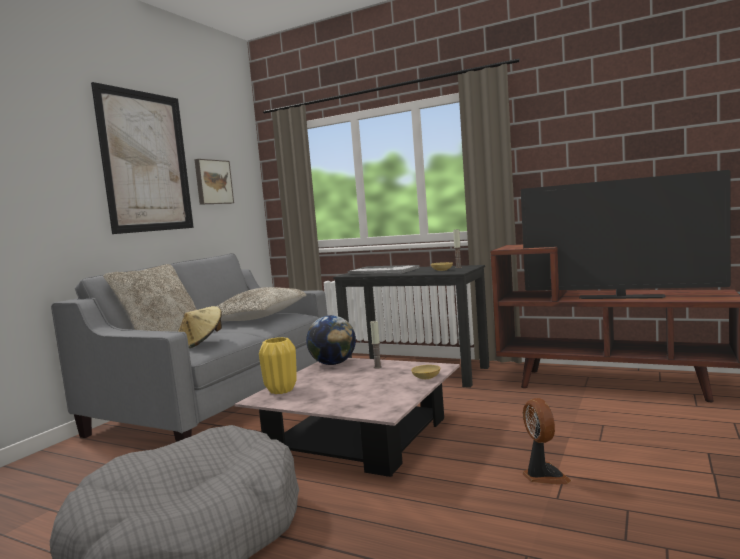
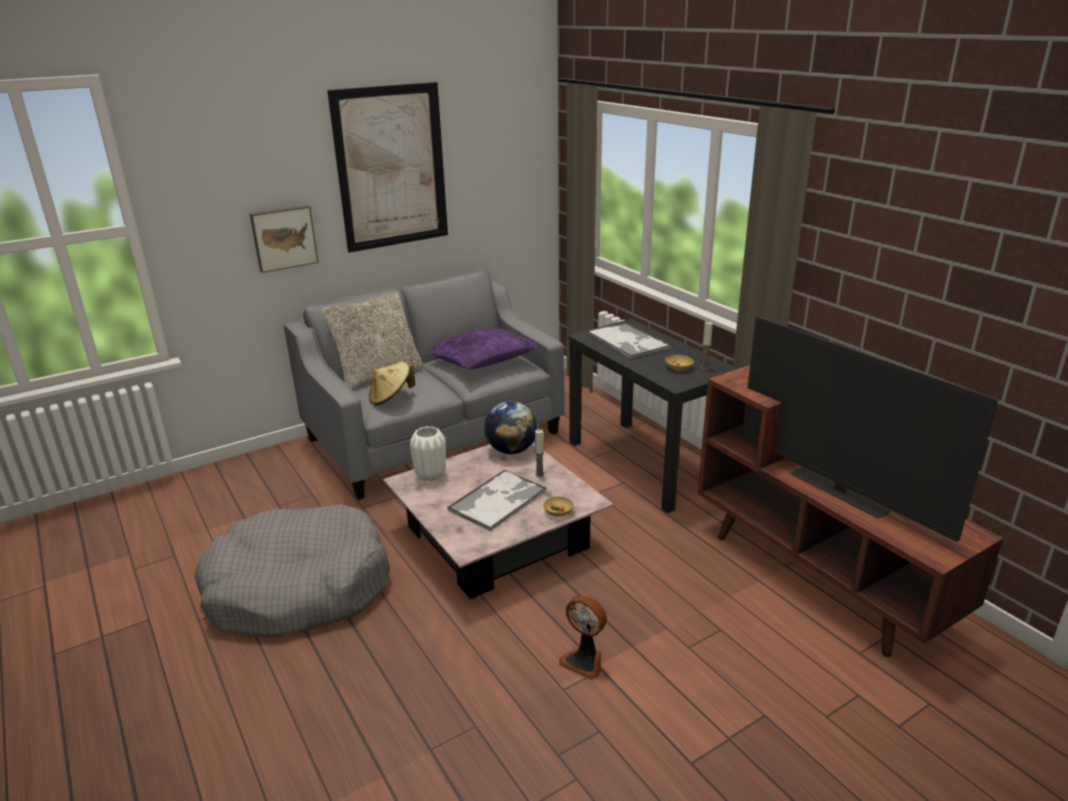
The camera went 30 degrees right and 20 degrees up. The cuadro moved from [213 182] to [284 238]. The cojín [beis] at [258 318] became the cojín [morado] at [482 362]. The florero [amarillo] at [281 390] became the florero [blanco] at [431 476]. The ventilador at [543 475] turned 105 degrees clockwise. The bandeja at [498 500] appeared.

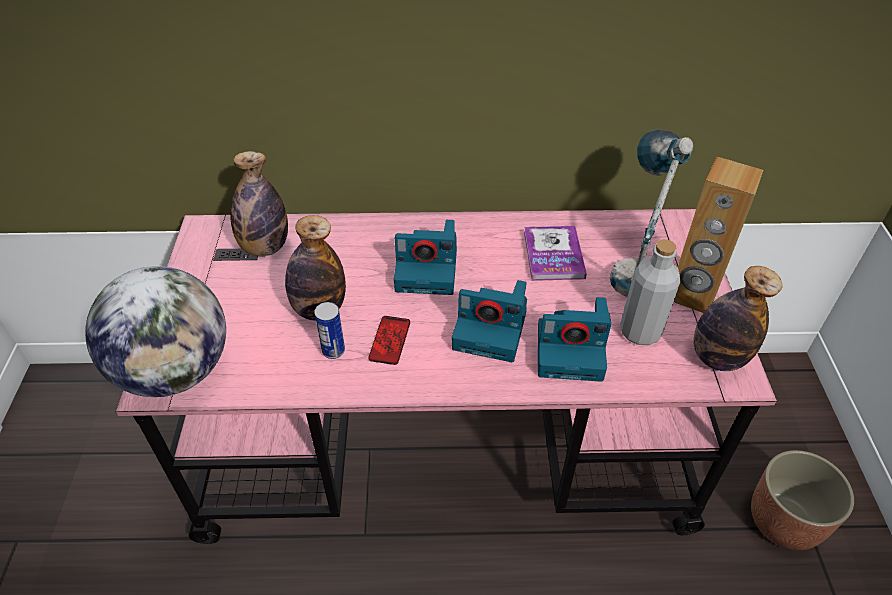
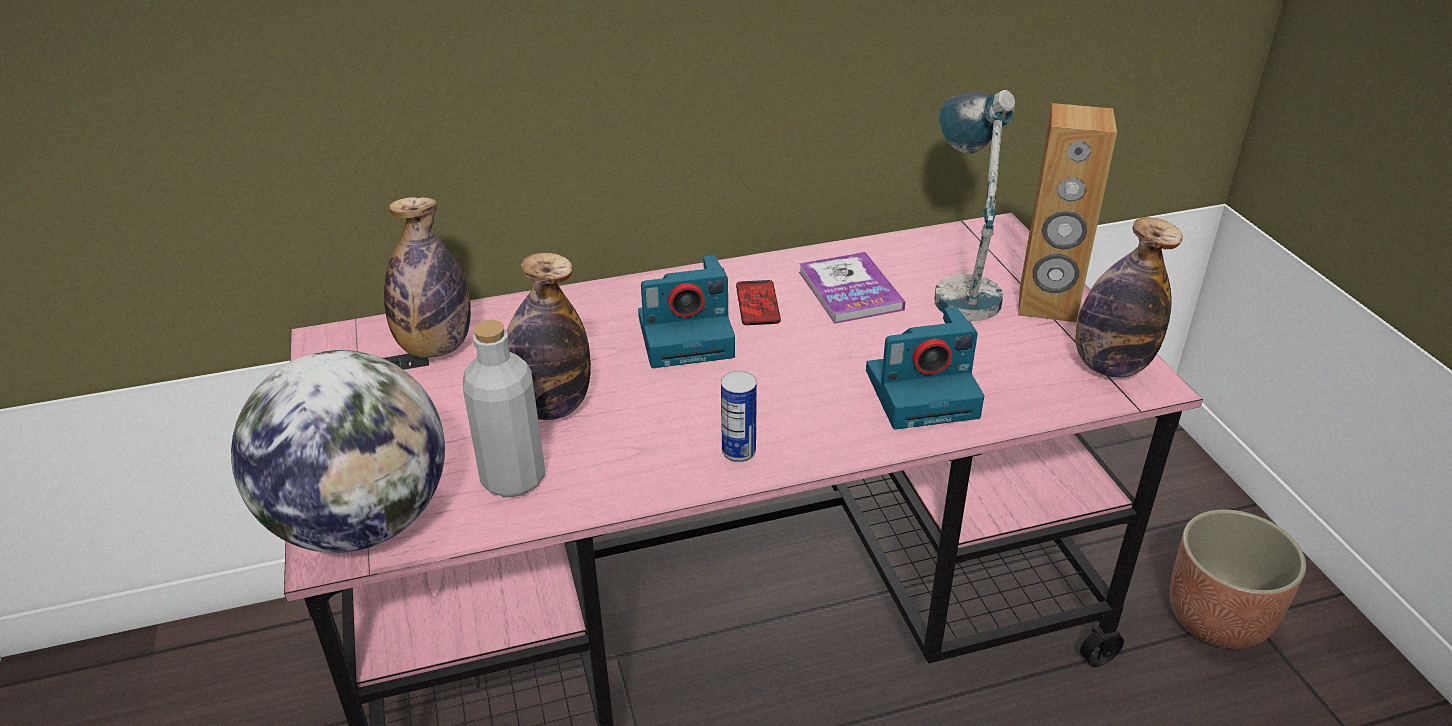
The camera went 15 degrees left and 10 degrees down. The lata moved from [333 351] to [738 452]. The móvil moved from [389 340] to [757 304]. The cámara at [492 330] disappeared. The botella [gris] moved from [640 332] to [513 478].

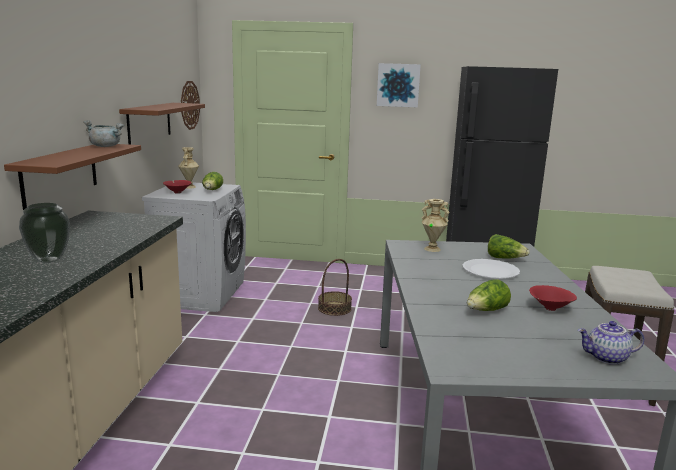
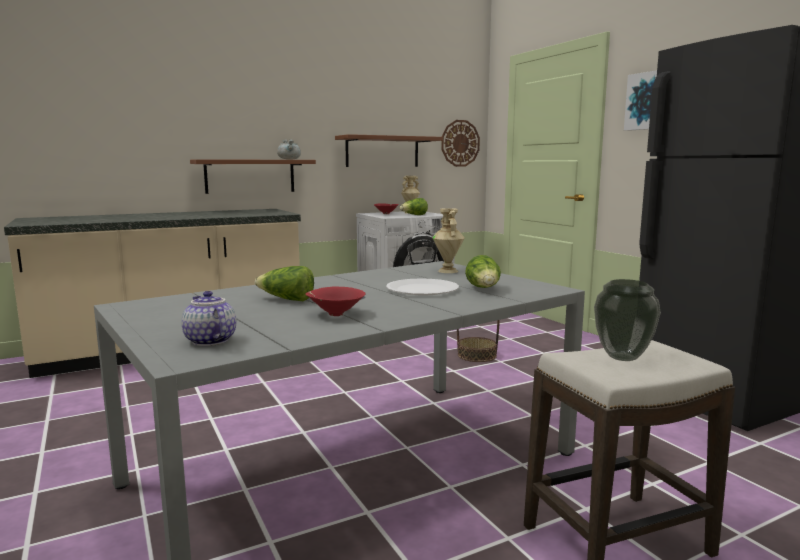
The camera went 55 degrees right and 5 degrees down. The florero moved from [48 259] to [622 357].

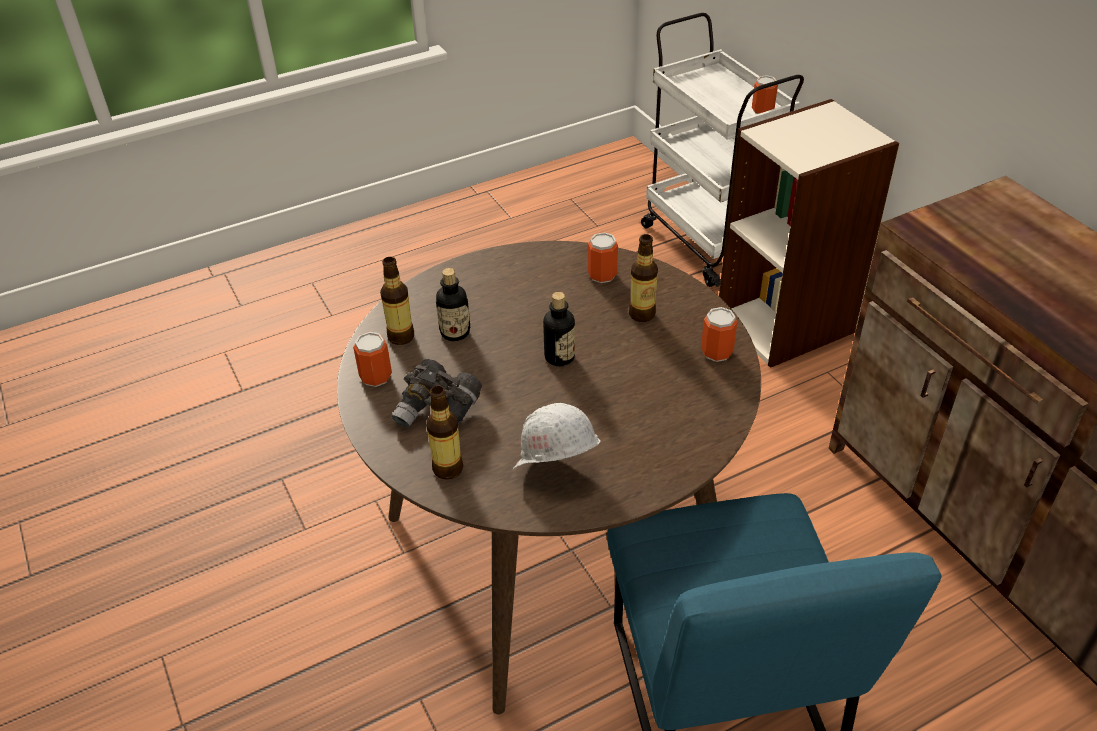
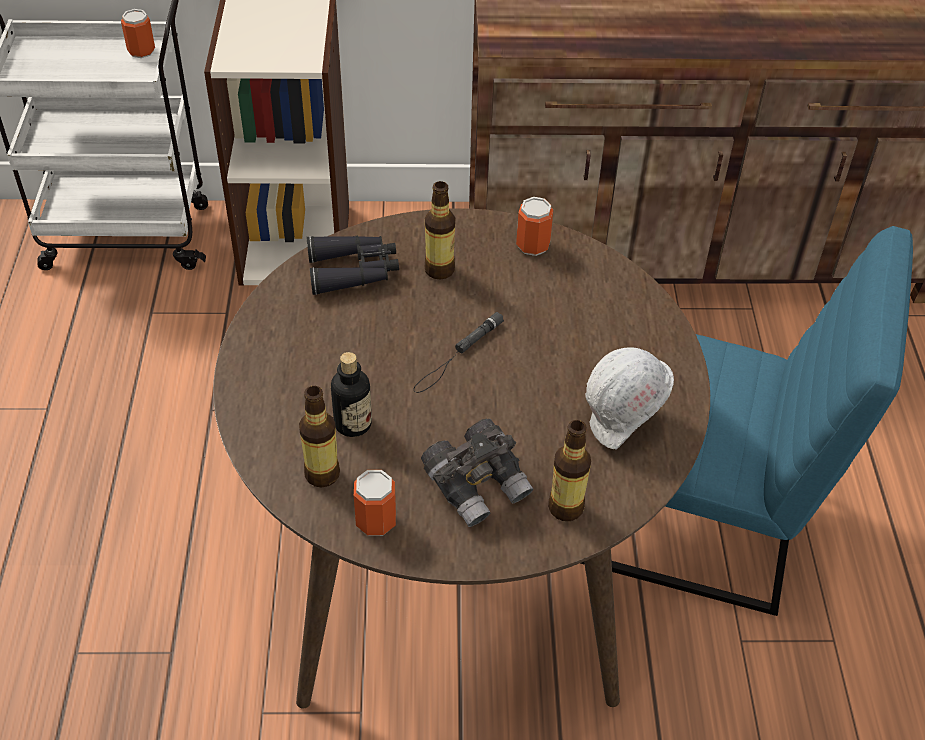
The camera went 65 degrees left and 5 degrees up. The botella at [559 357] was replaced by the linterna [negro] at [458 355]. The lata at [602 275] was replaced by the prismáticos [negro] at [354 271].

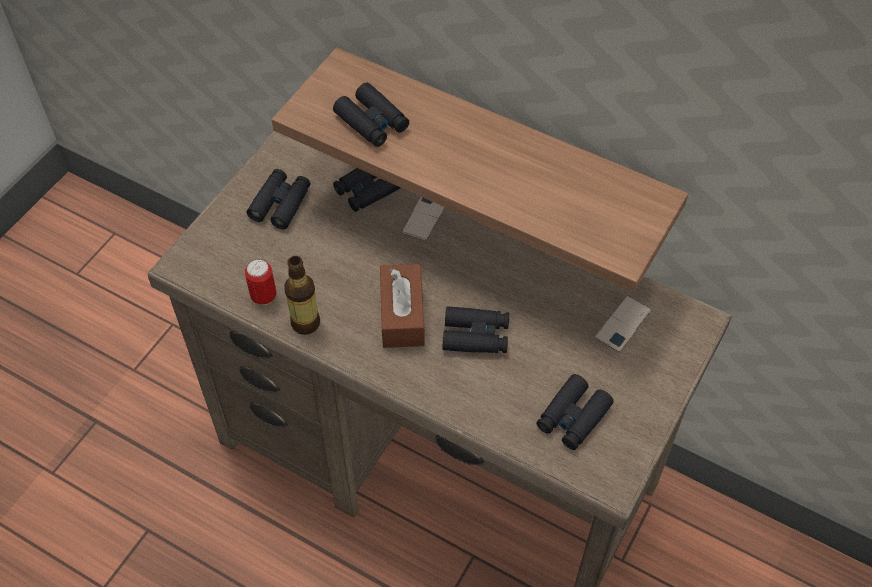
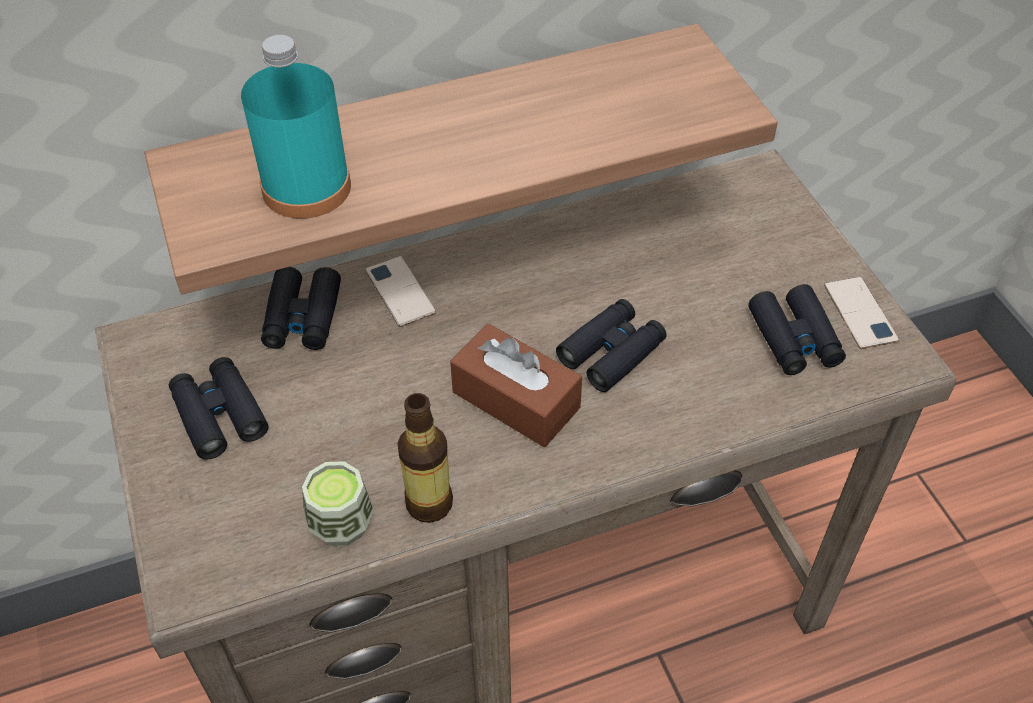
The camera went 50 degrees left and 5 degrees down. The lata at [263 296] was replaced by the taza at [341 523]. The prismáticos [negro] at [372 122] was replaced by the botella [turquesa] at [306 187]. The móvil moved from [623 324] to [860 313].

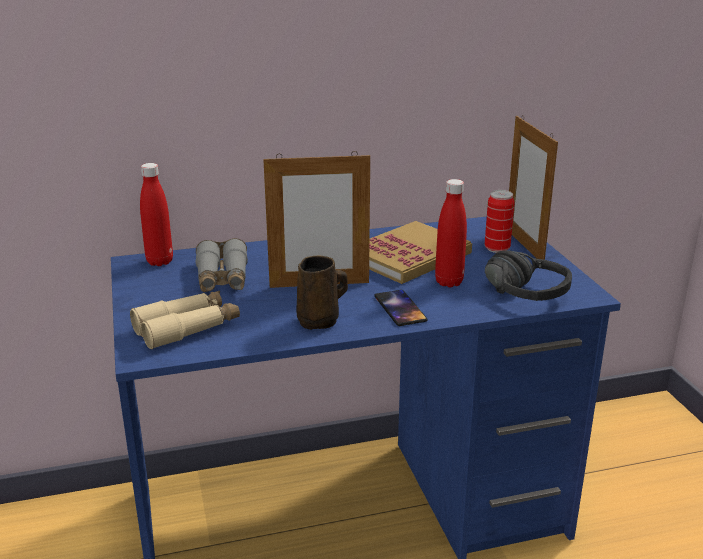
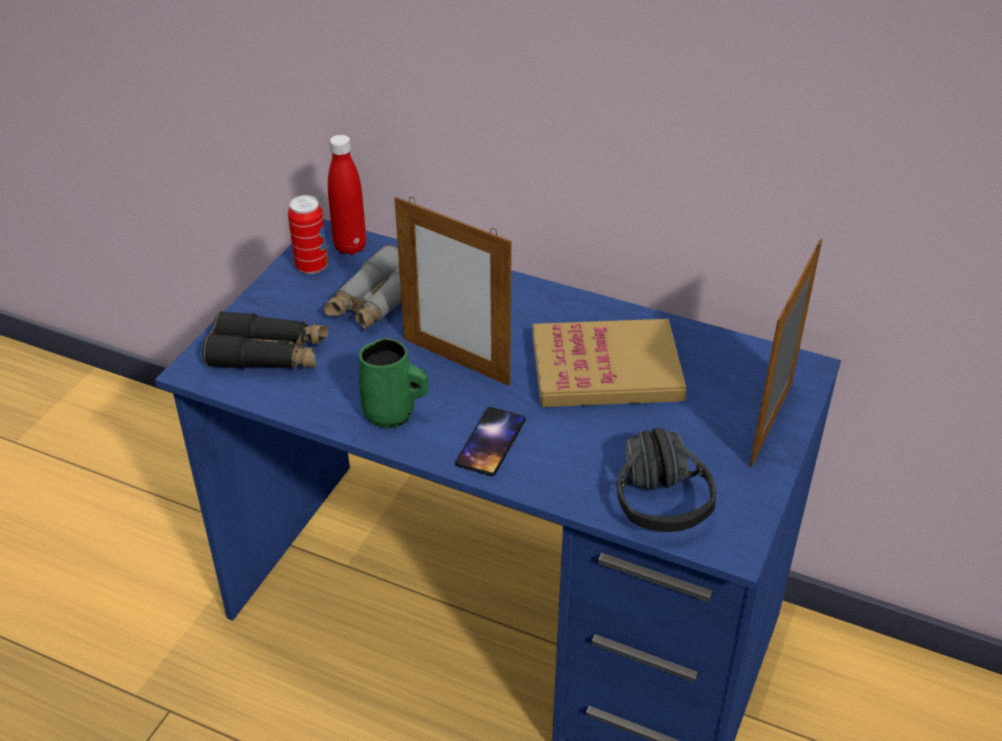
The camera went 40 degrees right and 15 degrees up. The prismáticos [beis] at [187 328] became the prismáticos [negro] at [269 355]. The taza grande [marrón] at [320 321] became the taza grande [verde] at [392 414]. The botella [rojo] at [449 282] disappeared. The lata moved from [497 249] to [311 266].

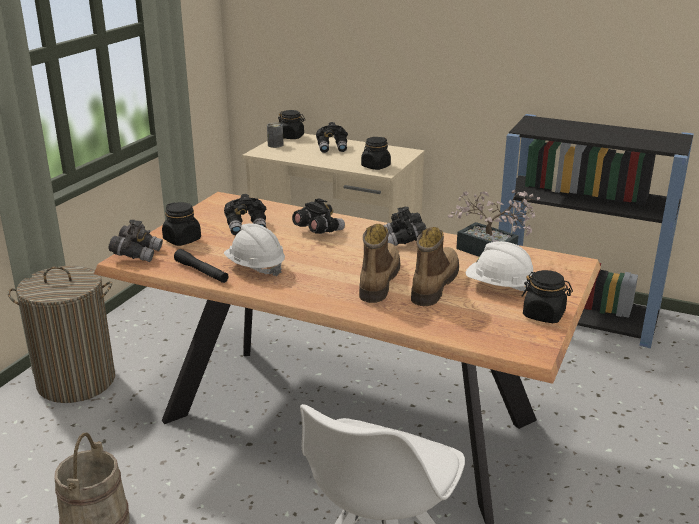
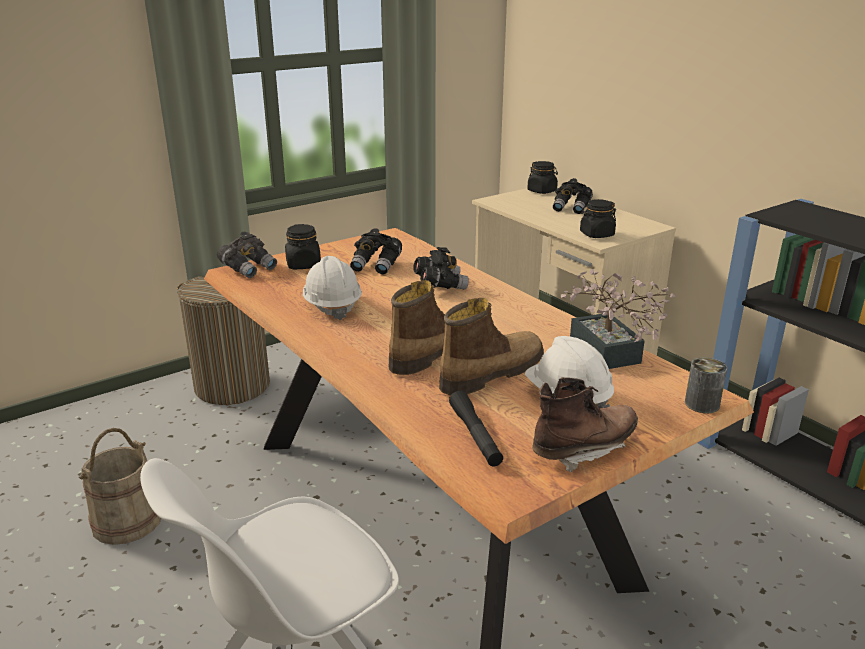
The camera went 30 degrees right and 0 degrees up. The linterna [negro] moved from [201 272] to [475 436]. The lata moved from [275 145] to [702 404]. The prismáticos [negro] at [404 241] disappeared. The tarro [negro] at [544 315] was replaced by the bota [marrón] at [583 449].

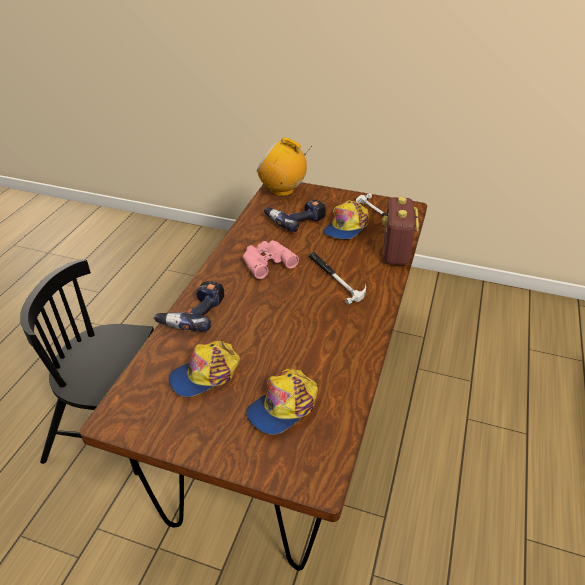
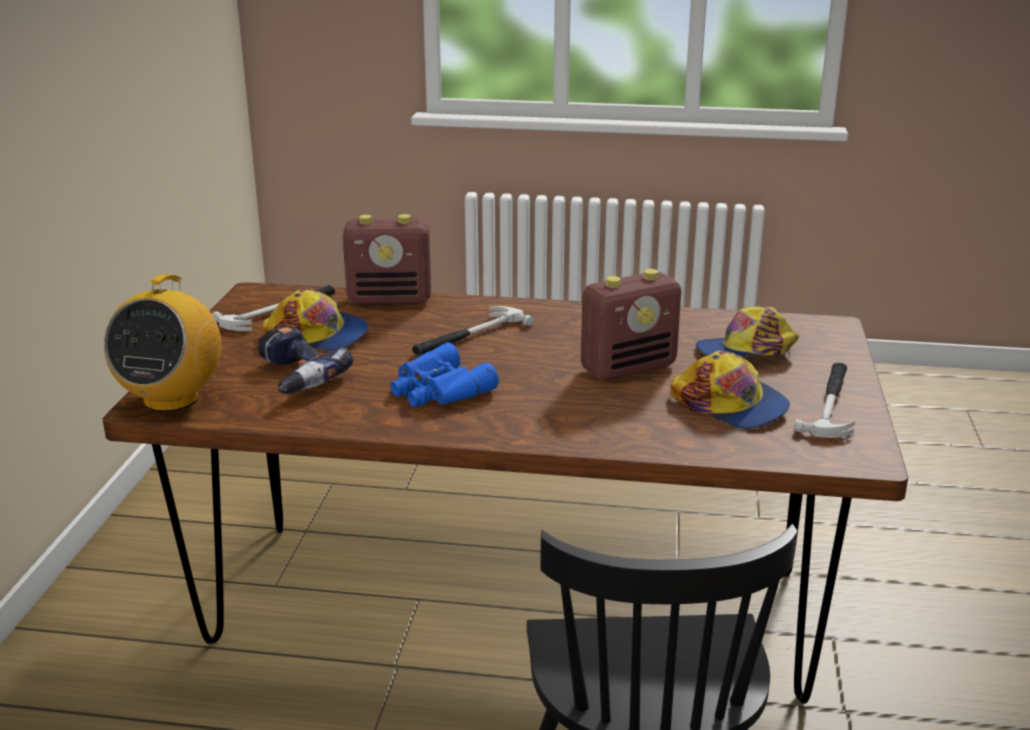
The camera went 100 degrees left and 15 degrees down. The taladro at [193 314] disappeared. The prismáticos [rosa] at [266 261] became the prismáticos [azul] at [438 390]. The gorra at [283 406] turned 135 degrees clockwise. The radio at [629 368] appeared. The martillo at [831 403] appeared.

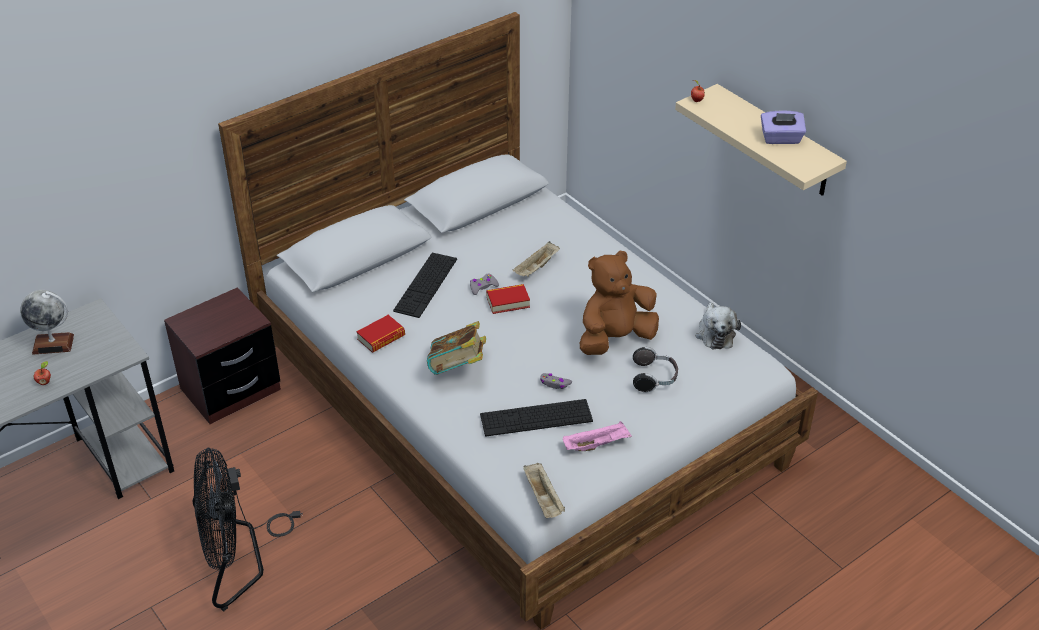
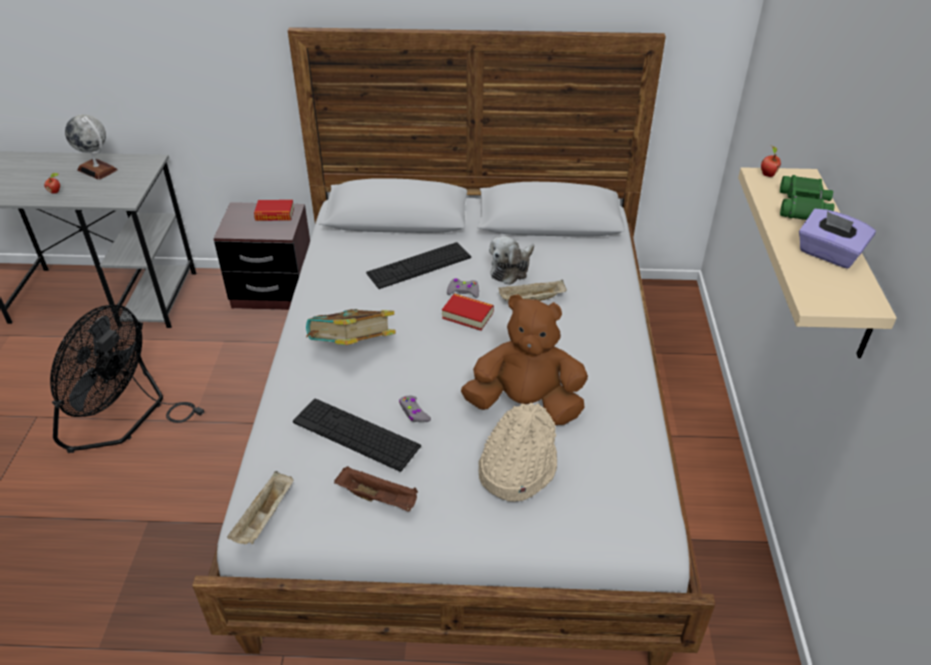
The camera went 40 degrees right and 0 degrees up. The libro moved from [381 337] to [275 214]. The bandeja [rosa] at [596 444] became the bandeja [marrón] at [379 498]. The auriculares at [654 378] was replaced by the sombrero [beis] at [516 467]. The peluche moved from [715 333] to [511 269]. The prismáticos [verde] at [803 207] appeared.

